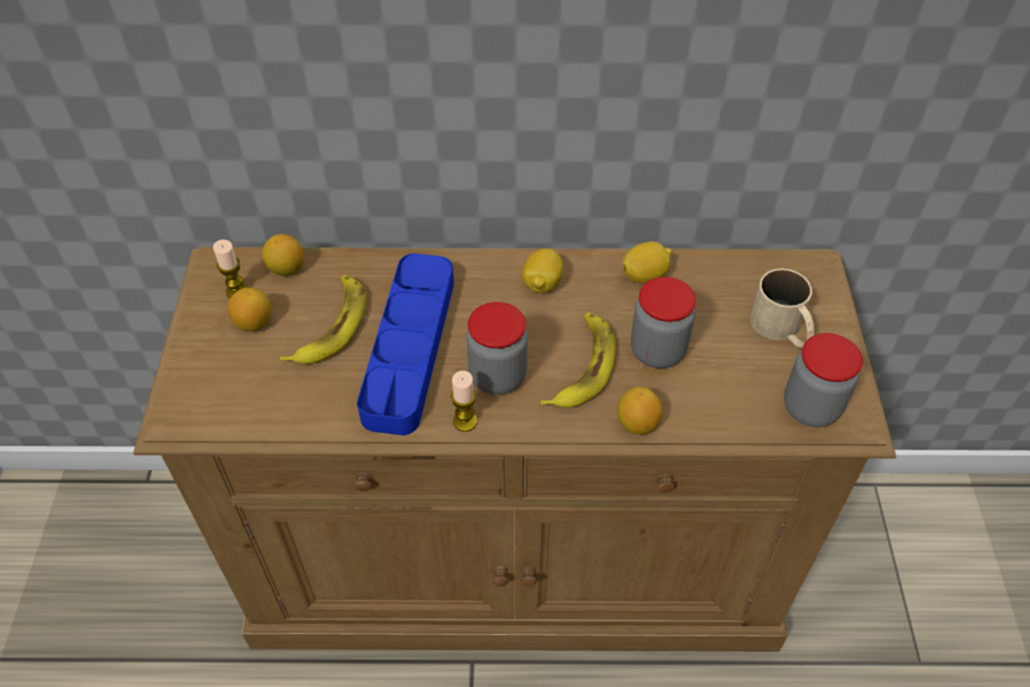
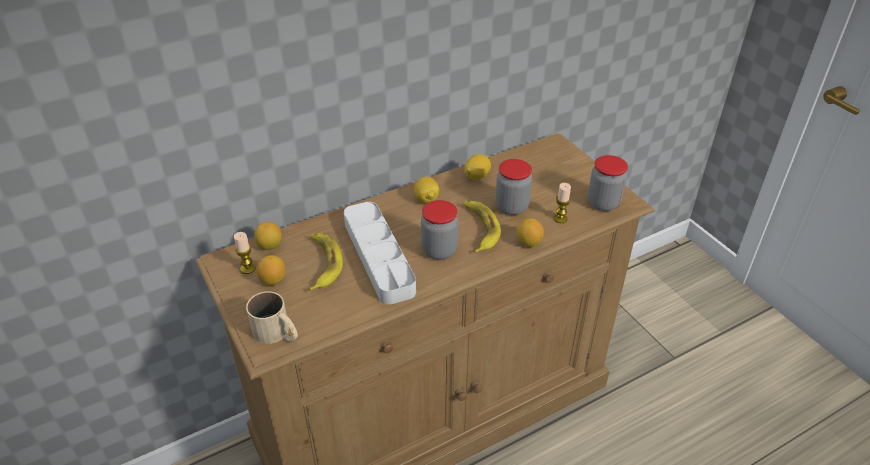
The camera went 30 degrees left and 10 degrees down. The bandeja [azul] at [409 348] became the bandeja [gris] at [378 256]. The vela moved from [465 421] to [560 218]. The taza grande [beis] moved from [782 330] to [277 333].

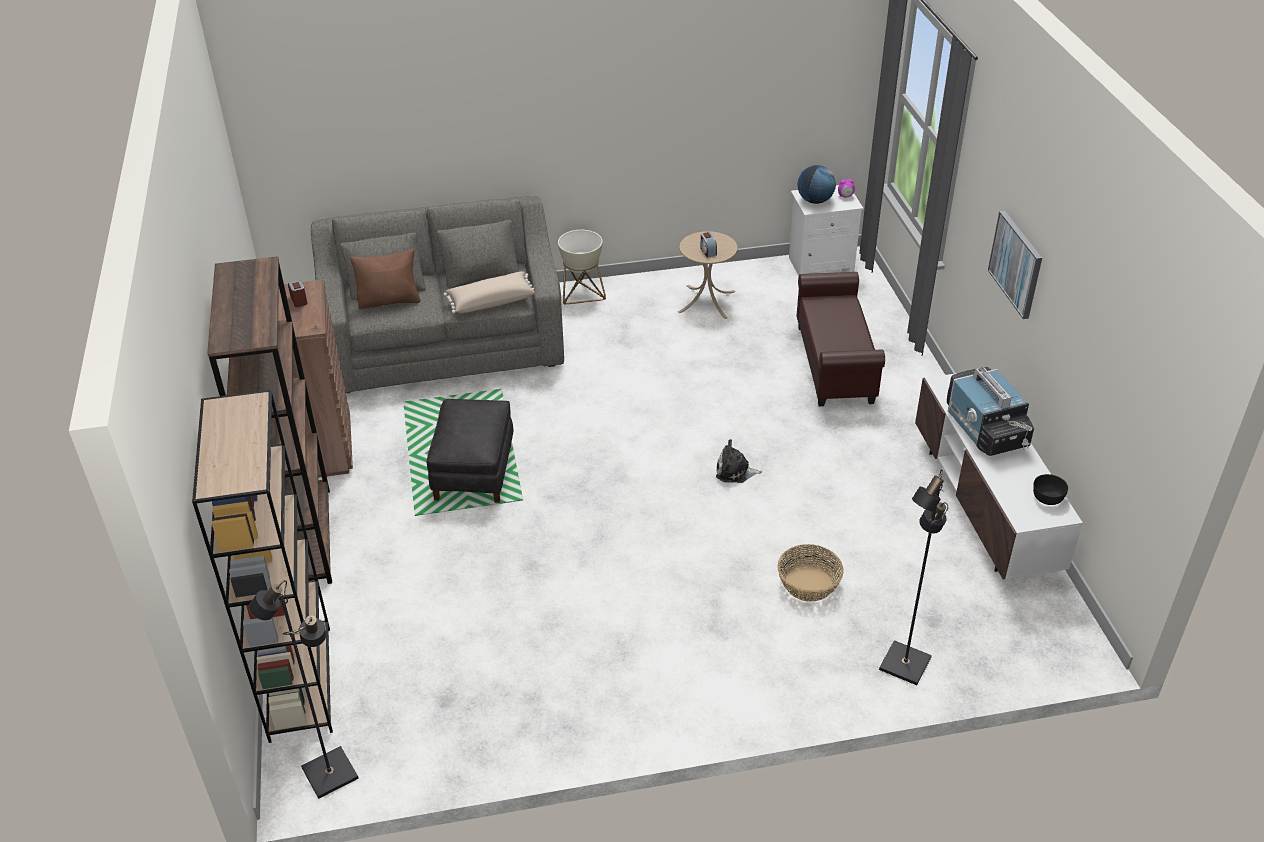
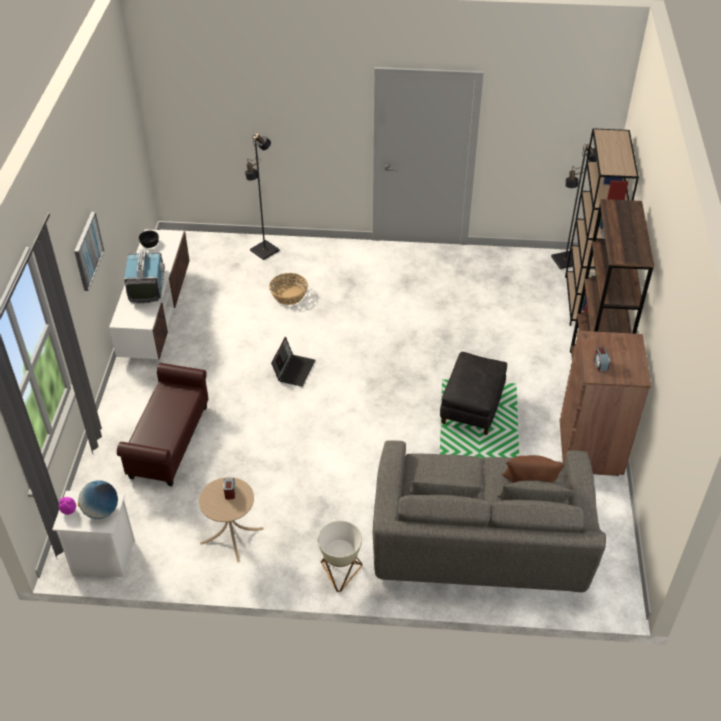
The camera went 165 degrees left and 5 degrees up. The cojín [beis] at [491 301] disappeared. The peluche at [735 471] was replaced by the portátil at [294 370].

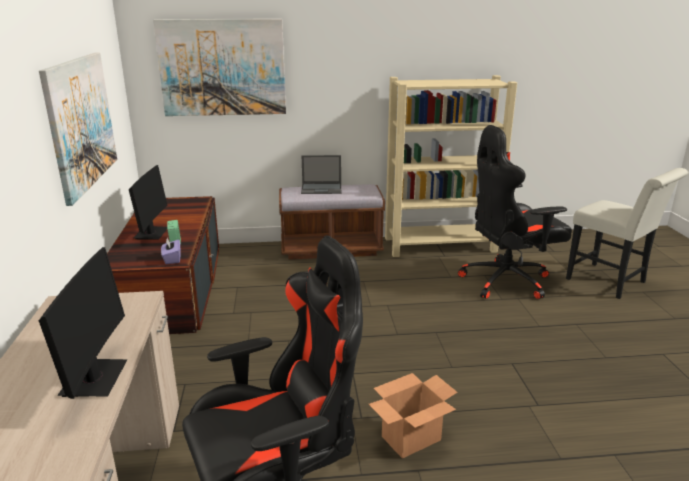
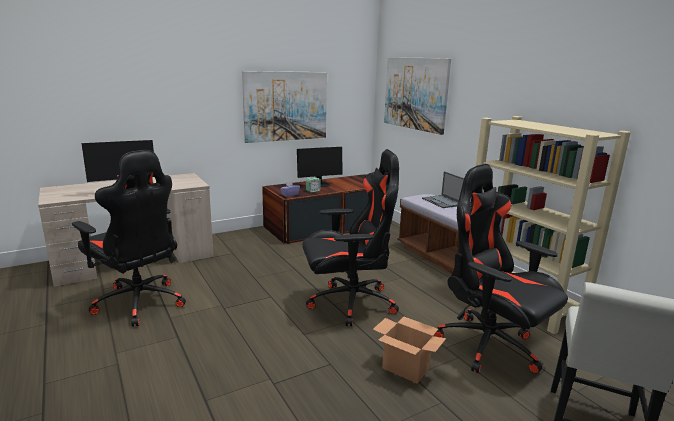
The camera went 65 degrees right and 5 degrees down. The caja de cartón moved from [410 439] to [405 368]. The silla de oficina [negro] at [346 304] appeared.

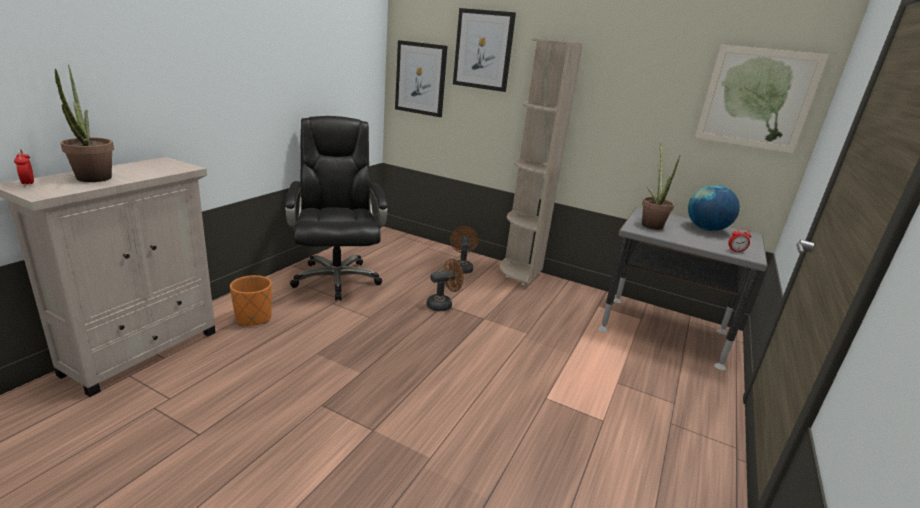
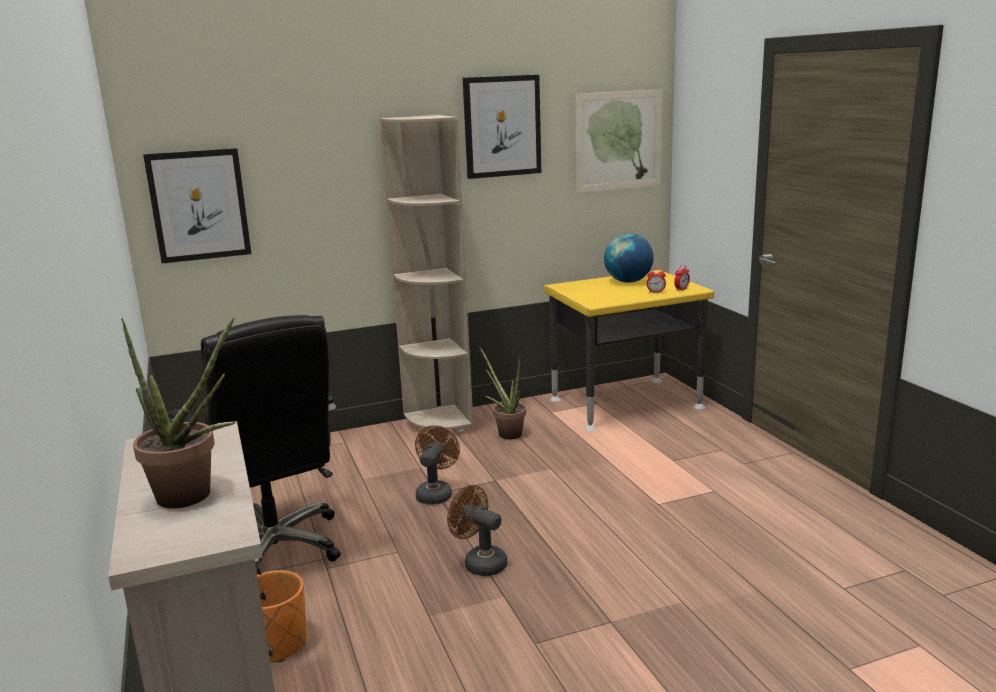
The camera went 45 degrees left and 5 degrees down. The despertador moved from [28 184] to [656 292]. The silla de oficina [negro] at [337 280] turned 150 degrees counterclockwise. The ventilador [marrón] moved from [461 267] to [480 563]. The cuadro moved from [483 50] to [502 126]. The escritorio [gris] at [664 330] became the escritorio [amarillo] at [625 402]. The planta en maceta moved from [650 224] to [506 433].

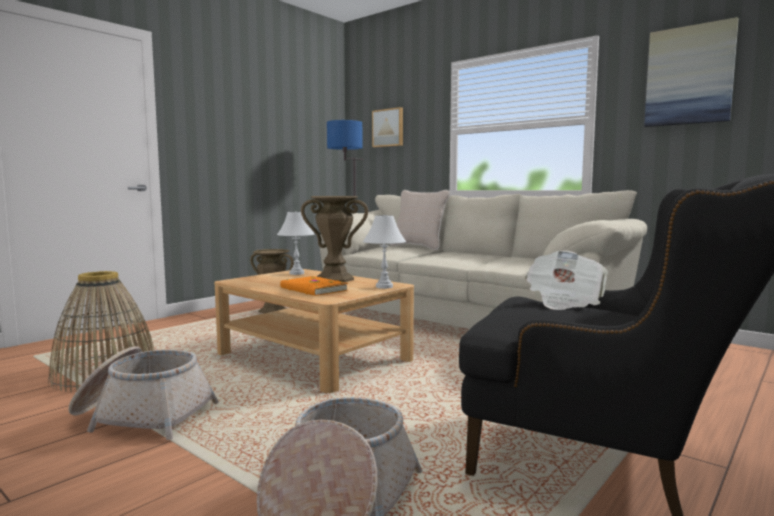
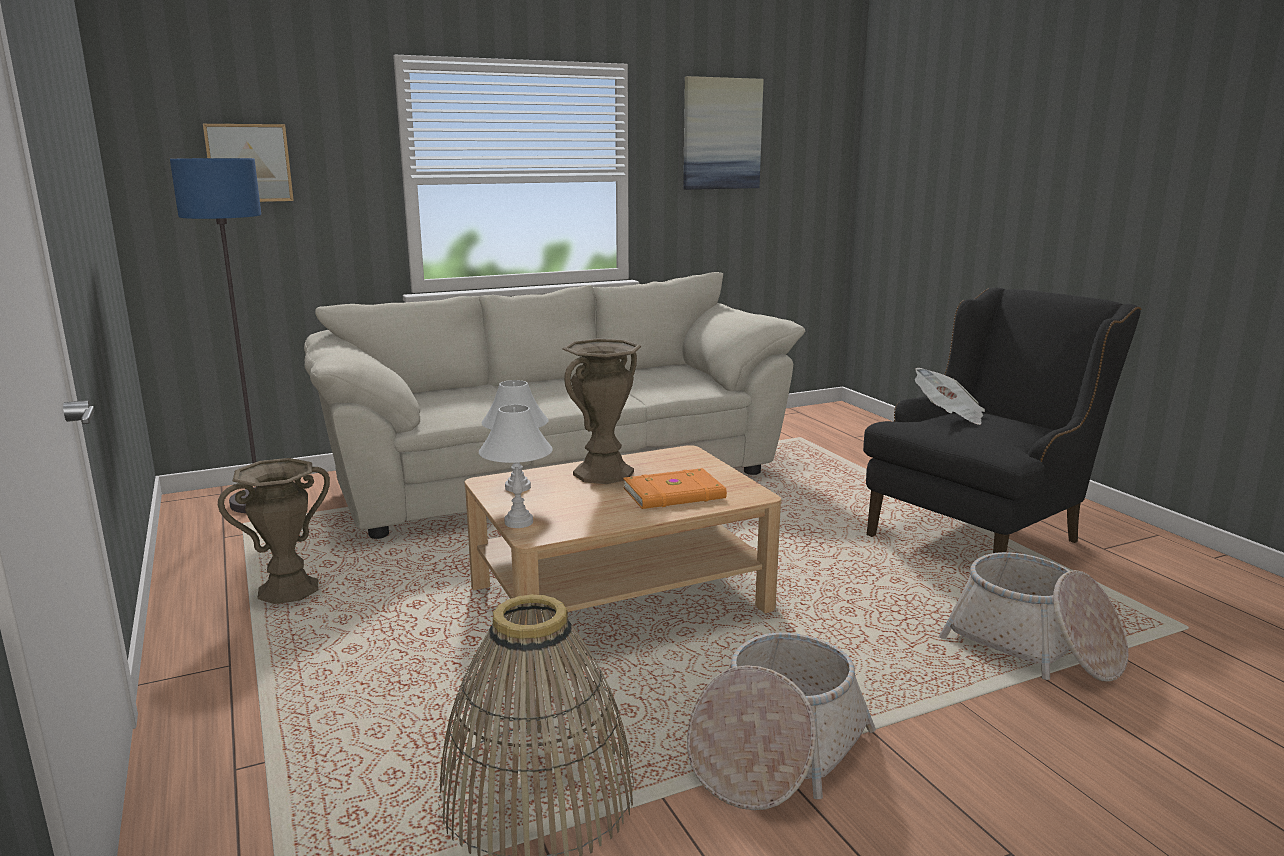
The camera went 65 degrees left and 10 degrees up. The lámpara de mesa [blanco] moved from [384 287] to [519 522]. The cojín [beis] at [419 247] disappeared.

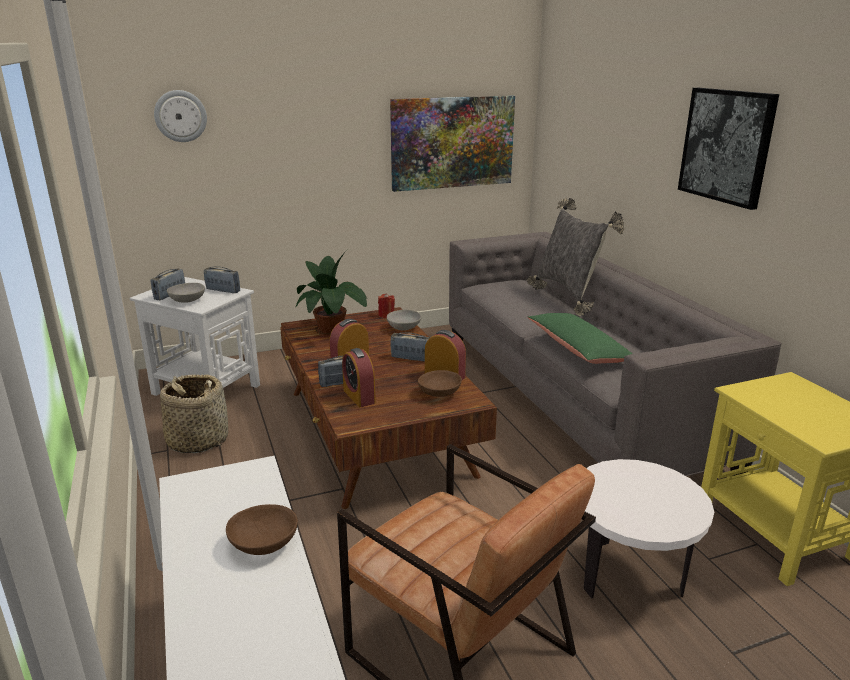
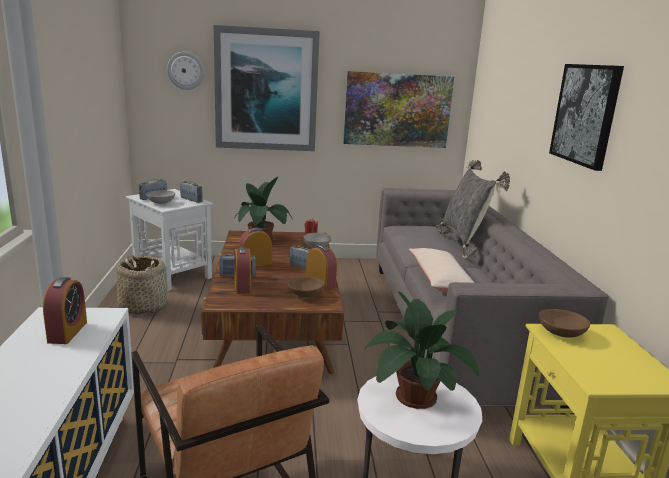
The camera went 15 degrees right and 5 degrees down. The cuenco [marrón] moved from [263 545] to [561 334]. The cojín [verde] at [578 349] became the cojín [beis] at [442 281]. The despertador at [67 332] appeared. The cuadro at [266 90] appeared. The planta en maceta at [412 395] appeared.

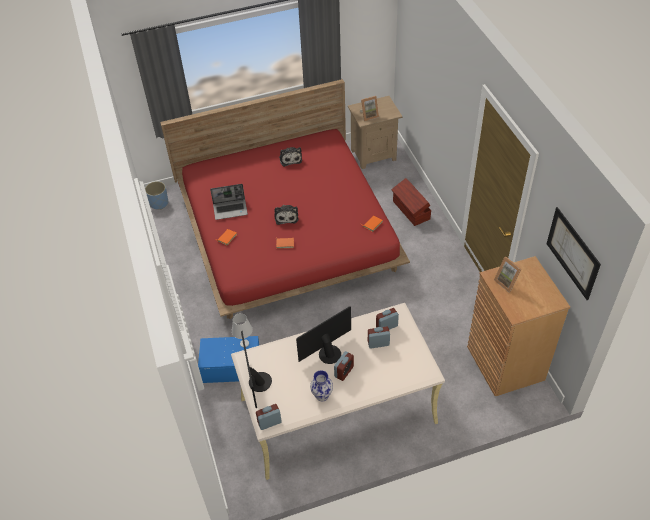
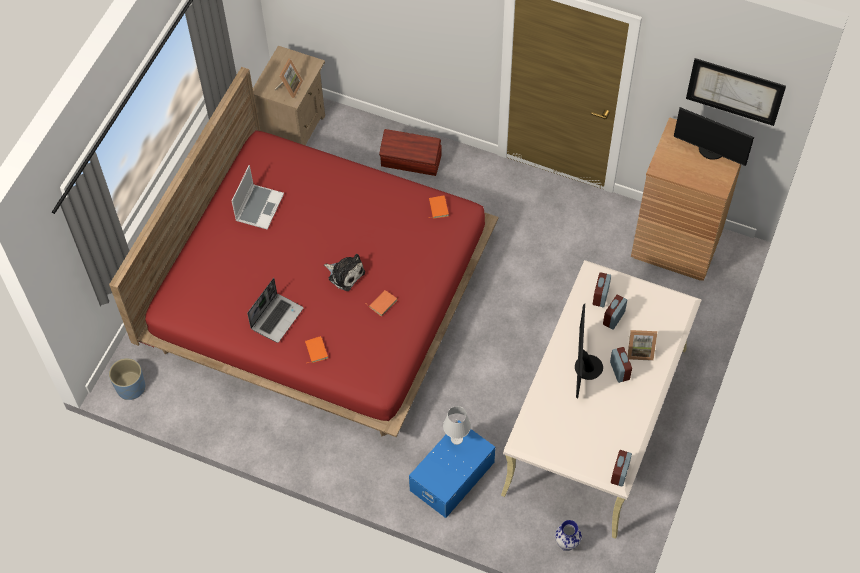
The camera went 50 degrees left and 10 degrees up. The monitor moved from [257 383] to [710 151]. The peluche at [290 159] was replaced by the portátil at [259 207]. The florero moved from [322 395] to [566 543]. The portarretratos moved from [507 282] to [640 350].

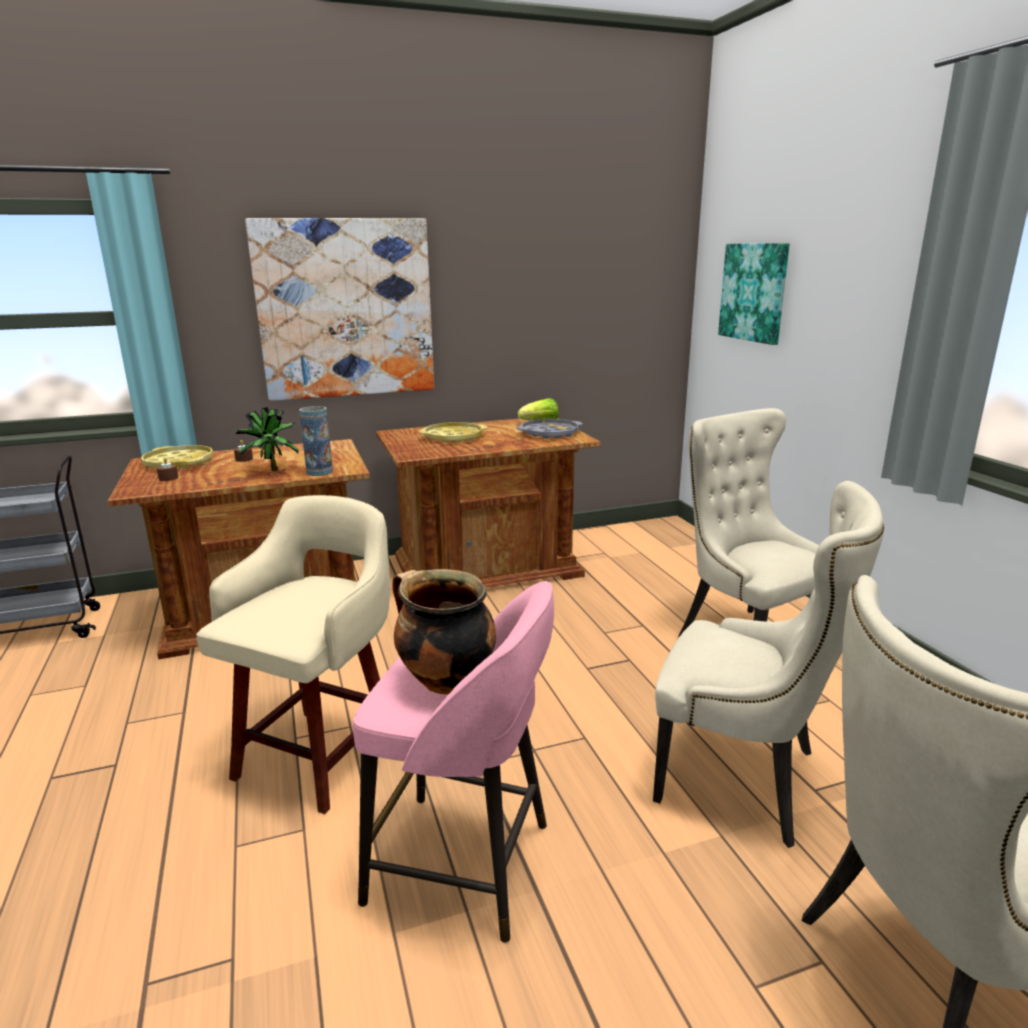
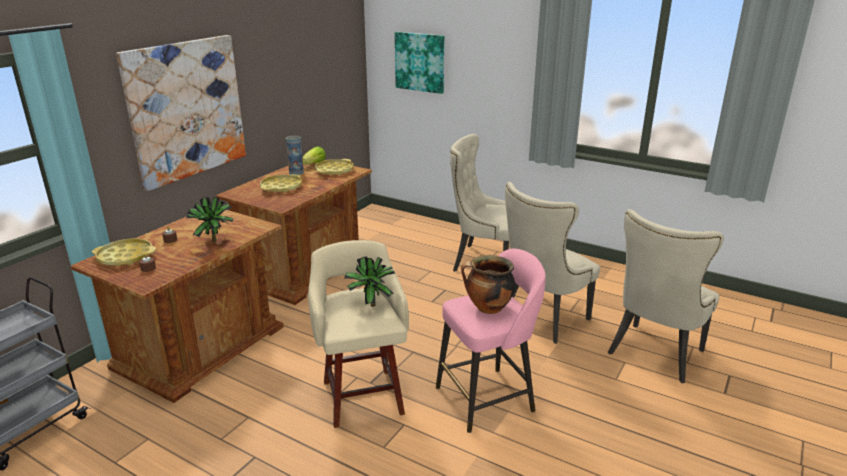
The camera went 40 degrees left and 5 degrees up. The florero moved from [319 472] to [296 172]. The bandeja [gris] at [549 433] became the bandeja [amarillo] at [334 170]. The silla [beis] at [741 778] turned 150 degrees clockwise. The planta en maceta at [369 304] appeared.

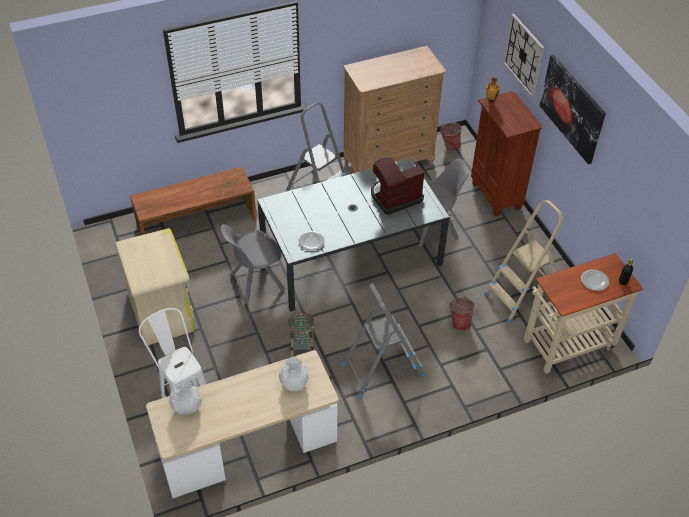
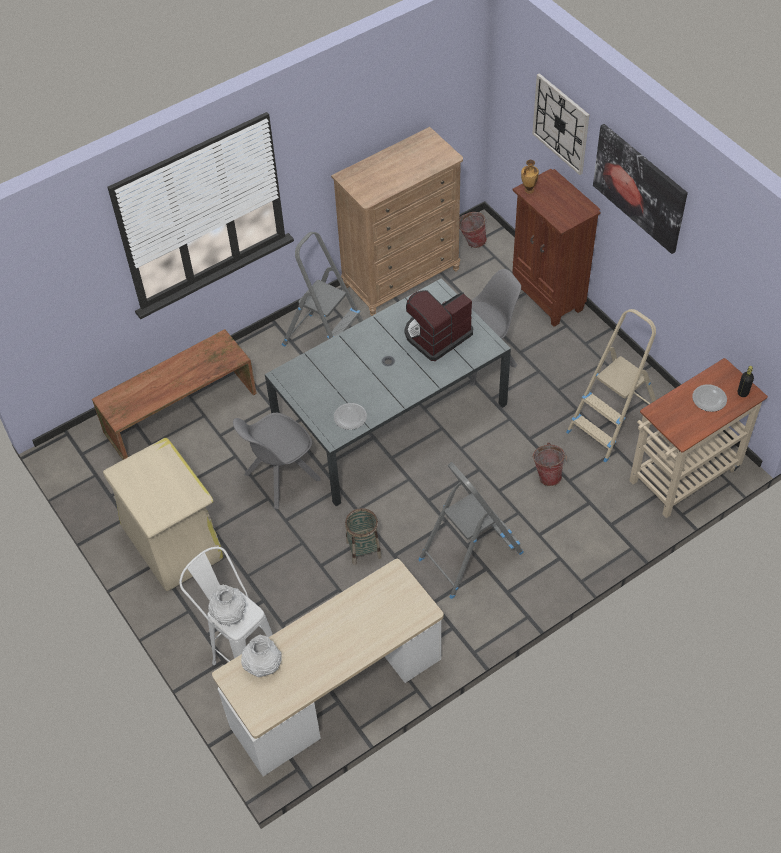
The camera went 10 degrees left and 5 degrees up. The florero [blanco] moved from [294 383] to [228 613].

